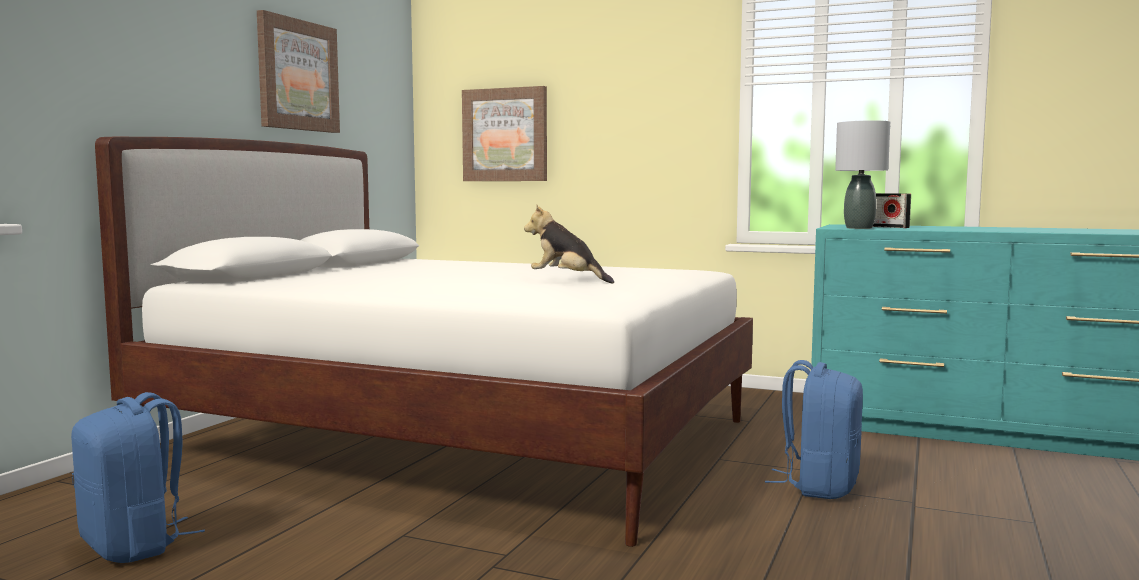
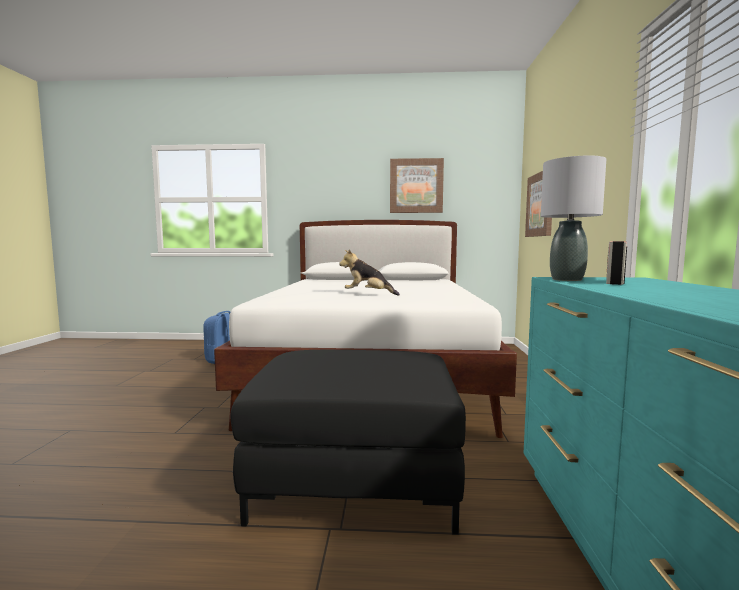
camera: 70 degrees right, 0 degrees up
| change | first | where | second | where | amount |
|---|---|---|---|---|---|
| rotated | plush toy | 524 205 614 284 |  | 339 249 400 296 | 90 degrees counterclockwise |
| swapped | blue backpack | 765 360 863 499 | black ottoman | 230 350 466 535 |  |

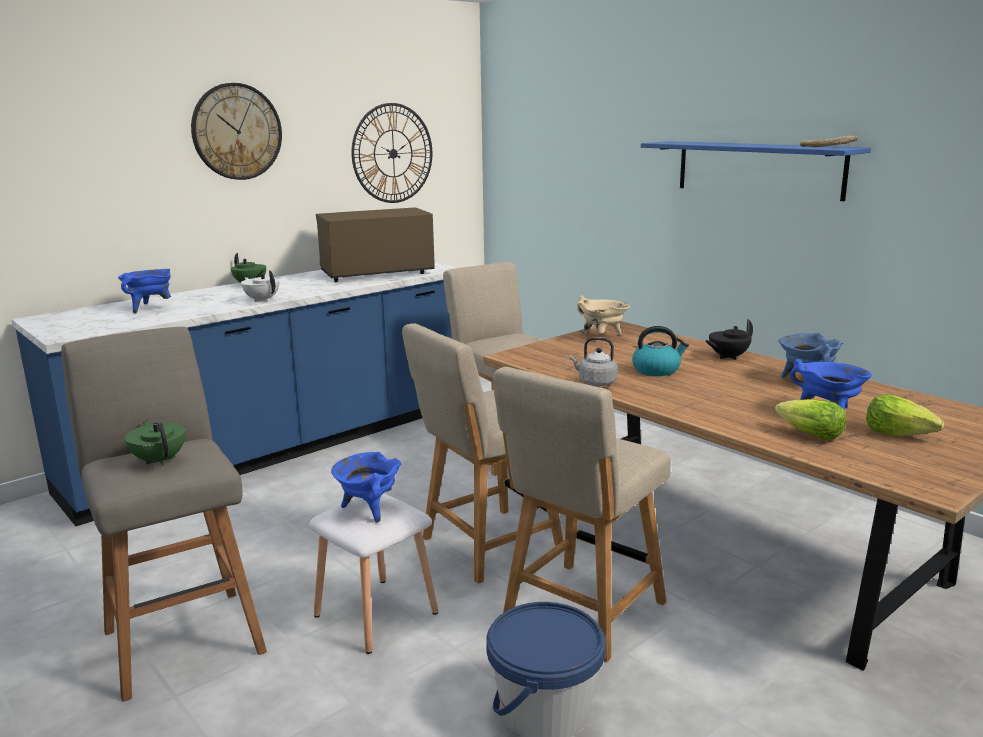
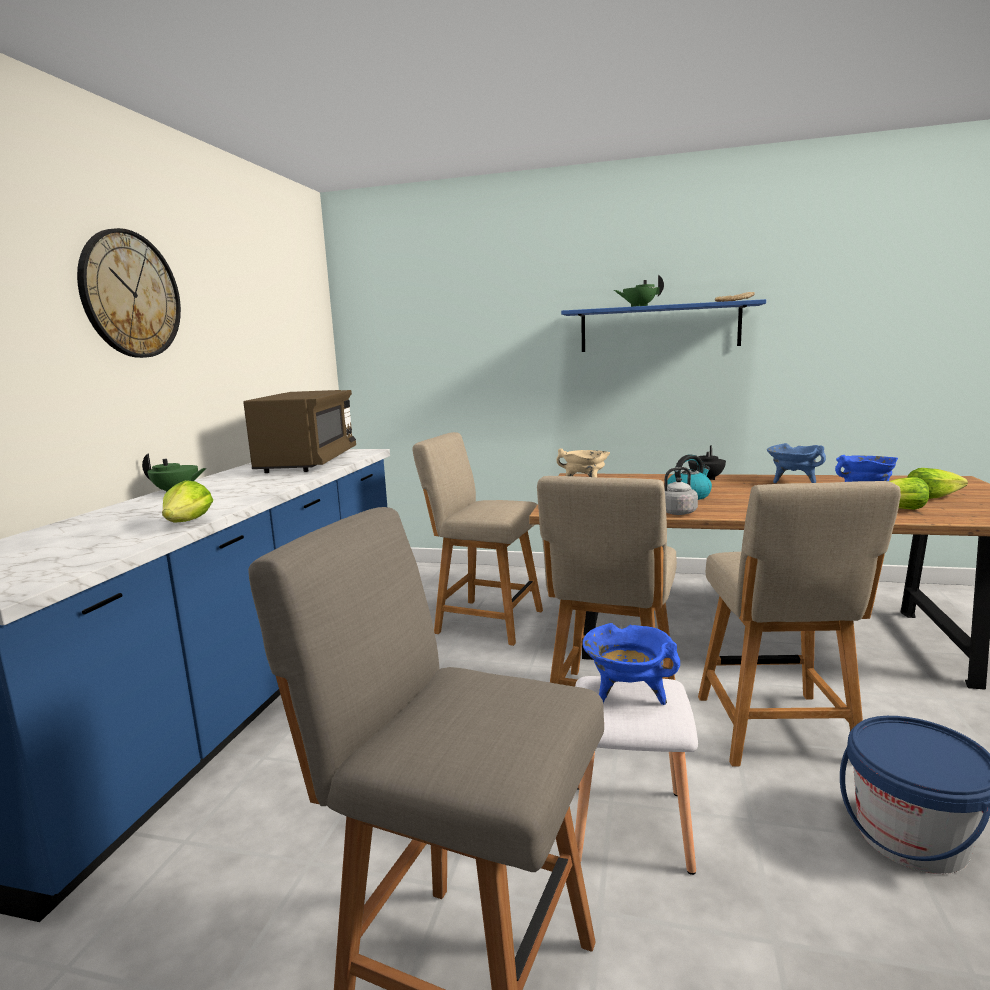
camera: 35 degrees left, 5 degrees down
| change | first | where | second | where | amount |
|---|---|---|---|---|---|
| gone | blue cooking pot | 118 269 171 313 |  |  |  |
| shifted | green teapot | 125 420 186 465 |  | 614 275 664 307 |  |
| gone | white teapot | 241 270 280 302 |  |  |  |
| rotated | brown microwave | 316 207 435 282 |  | 243 390 356 473 | 150 degrees clockwise |
| gone | wall clock | 351 103 432 203 |  |  |  |
| new |  |  | lettuce | 162 480 213 522 |  |

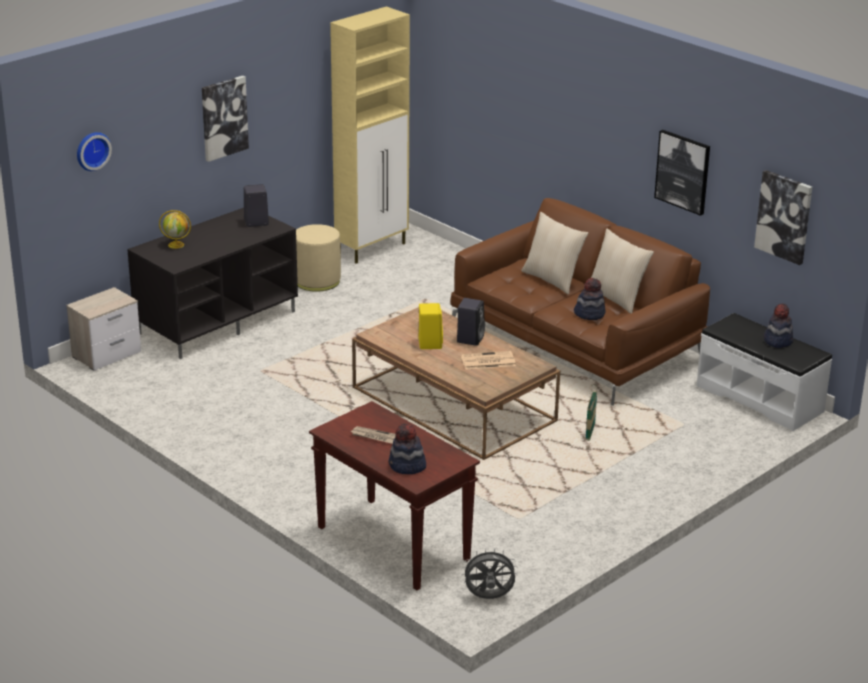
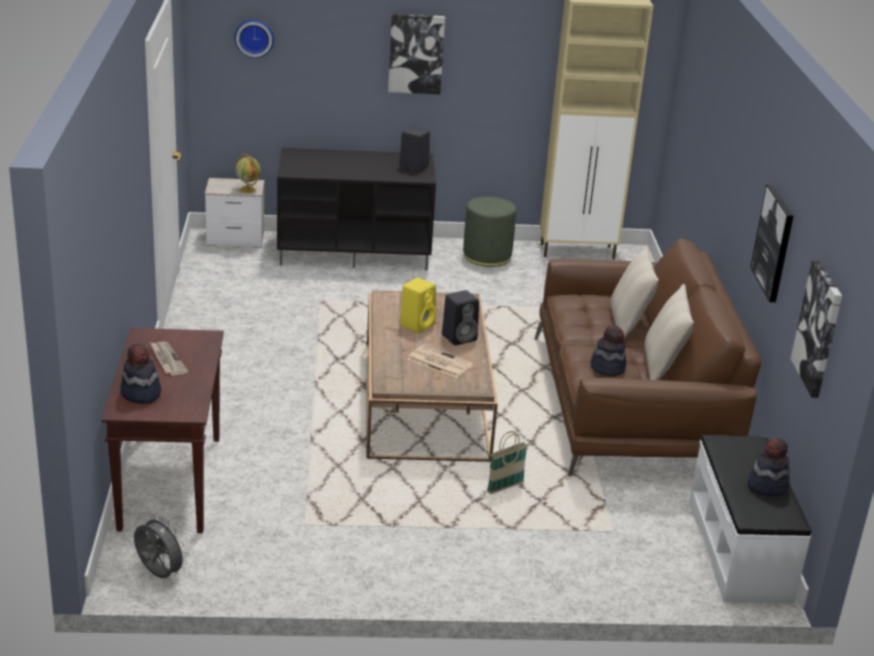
camera: 40 degrees right, 0 degrees up
| change | first | where | second | where | amount |
|---|---|---|---|---|---|
| shifted | globe | 159 210 191 249 |  | 235 154 261 193 |  |
| repainted | beige ottoman | 296 224 341 292 | green ottoman | 463 197 516 267 |  |

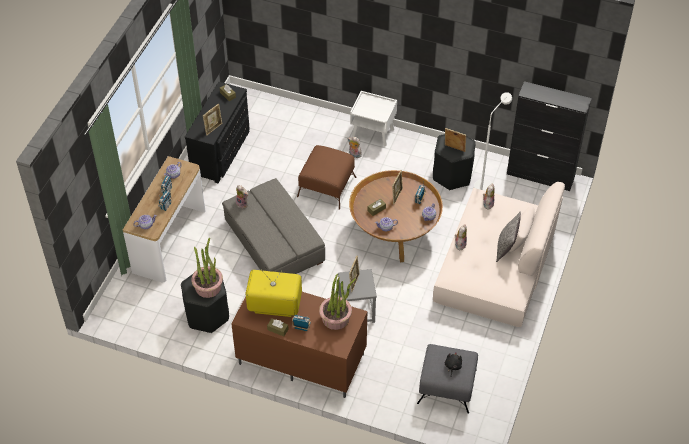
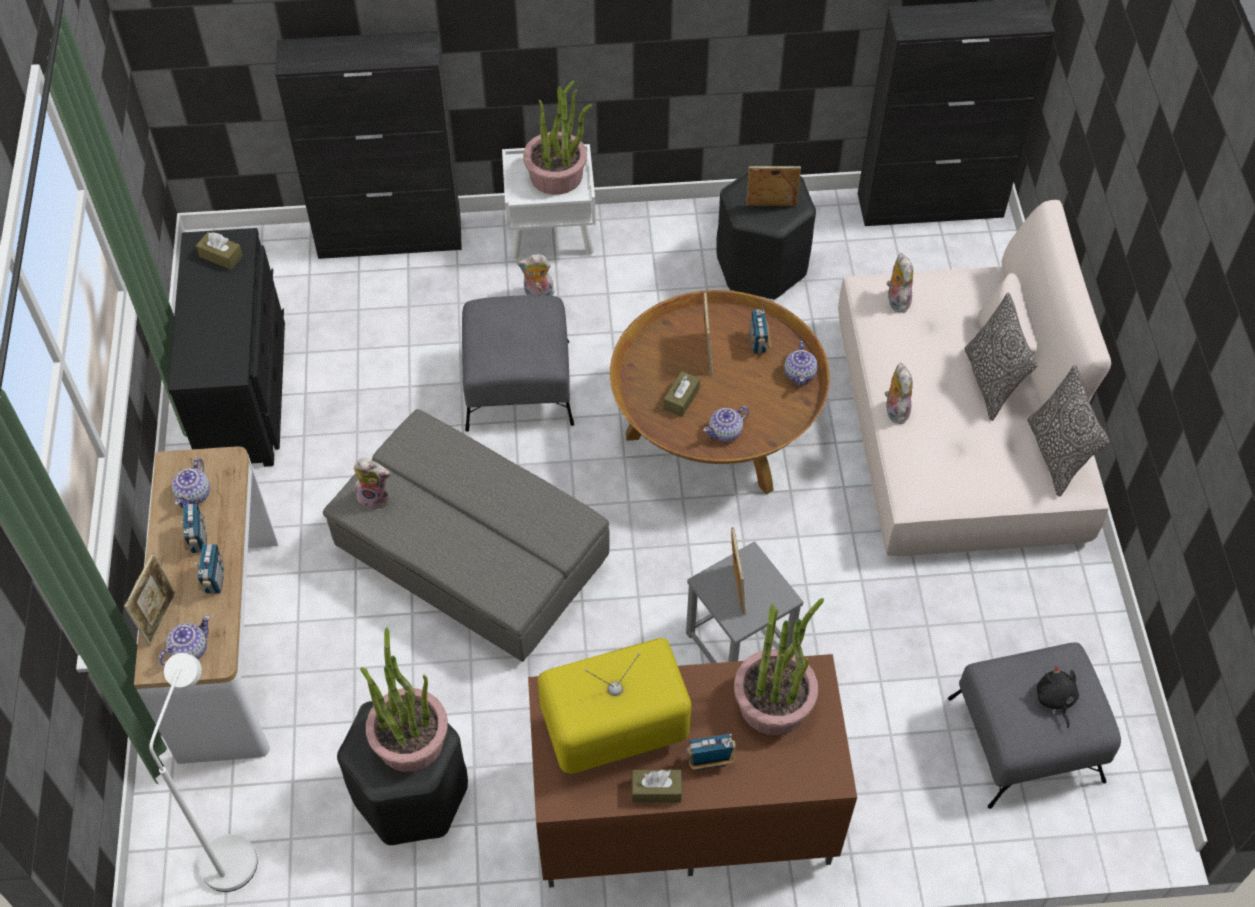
camera: 25 degrees left, 5 degrees up
| change | first | where | second | where | amount |
|---|---|---|---|---|---|
| shifted | picture frame | 203 103 222 135 |  | 124 553 176 646 |  |
| repainted | brown ottoman | 297 145 356 210 | grey ottoman | 462 295 574 432 |  |
| shifted | white floor lamp | 474 92 512 191 |  | 149 653 258 892 |  |
| new |  |  | black cabinet | 275 31 462 259 |  |
| new |  |  | potted plant | 523 81 592 195 |  |
| new |  |  | pillow | 1027 365 1109 497 |  |

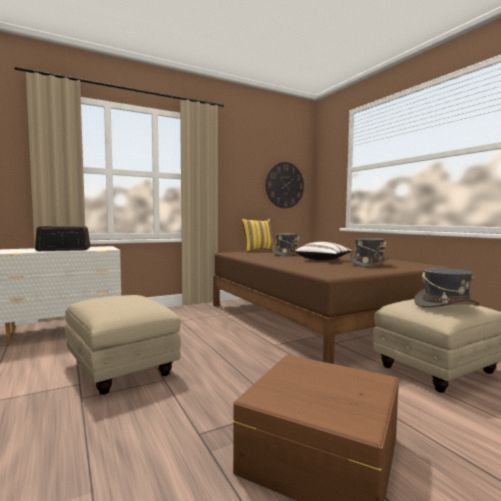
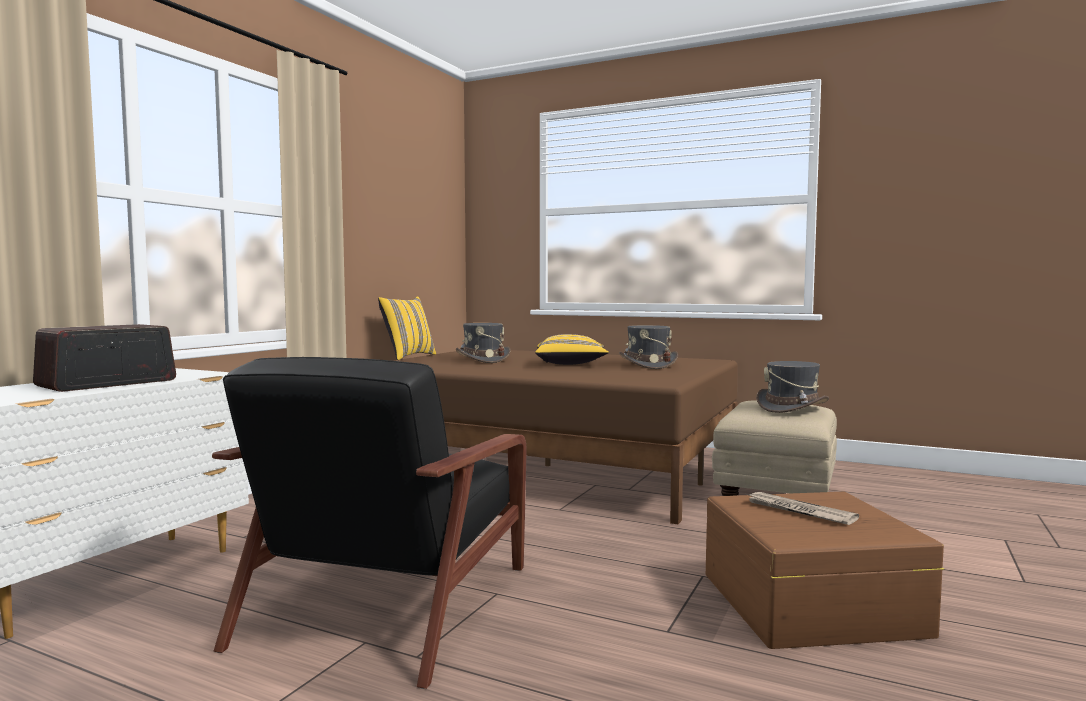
camera: 35 degrees left, 0 degrees up
| change | first | where | second | where | amount |
|---|---|---|---|---|---|
| swapped | beige ottoman | 65 295 181 395 | black armchair | 212 357 527 689 |  |
| gone | wall clock | 265 162 304 208 |  |  |  |
| repainted | white pillow | 295 242 352 260 | yellow pillow | 535 334 609 365 |  |
| new |  |  | newspaper | 746 492 859 525 |  |

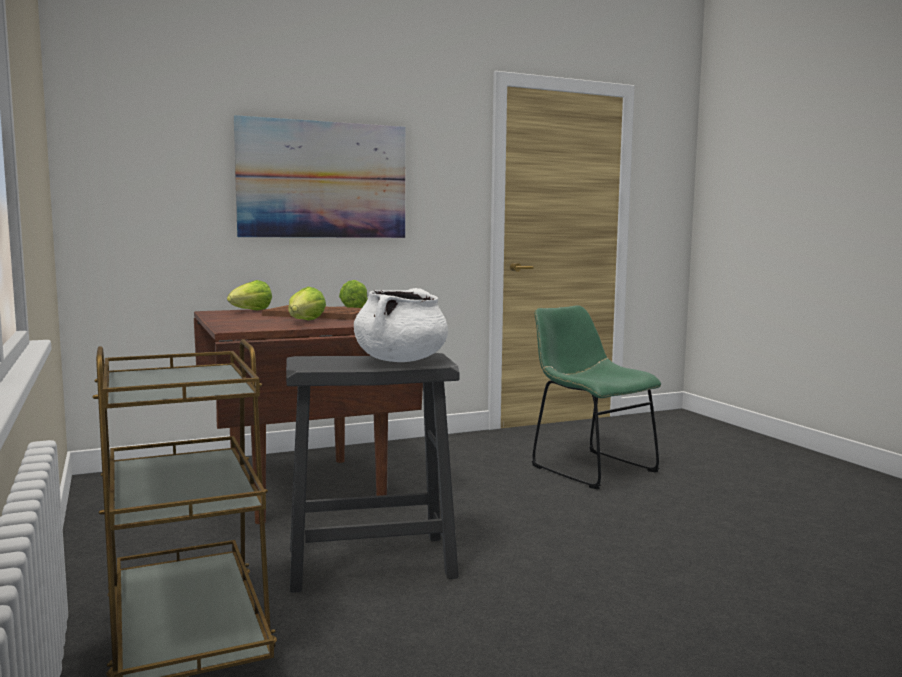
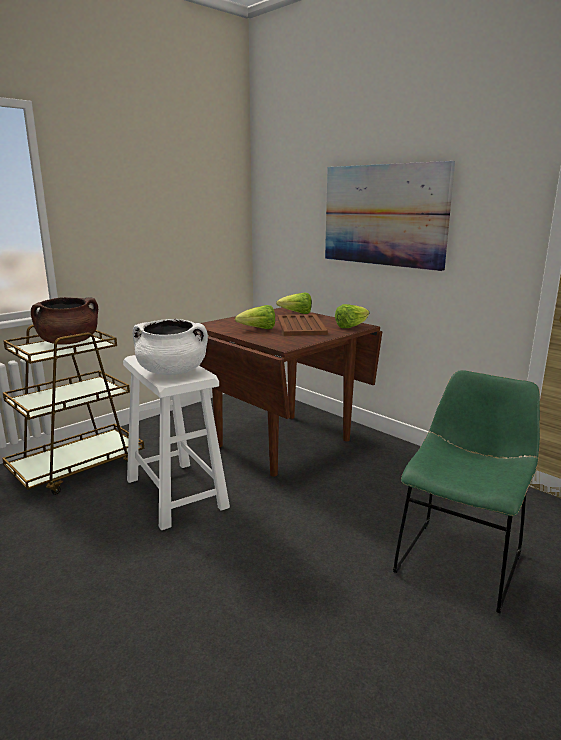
camera: 70 degrees right, 10 degrees up
| change | first | where | second | where | amount |
|---|---|---|---|---|---|
| repainted | black stool | 286 353 460 593 | white stool | 123 355 230 530 |  |
| new |  |  | brown cooking pot | 31 297 98 345 |  |

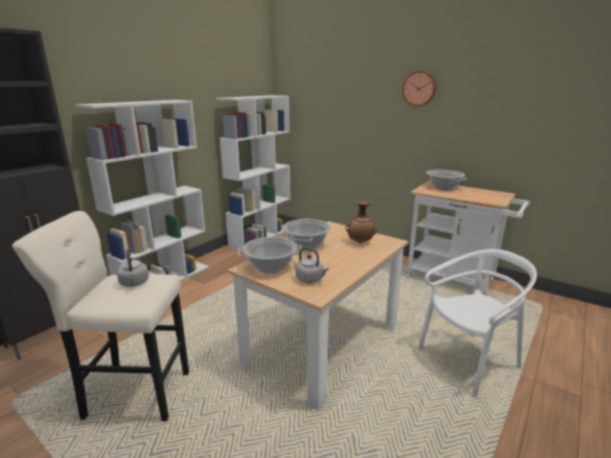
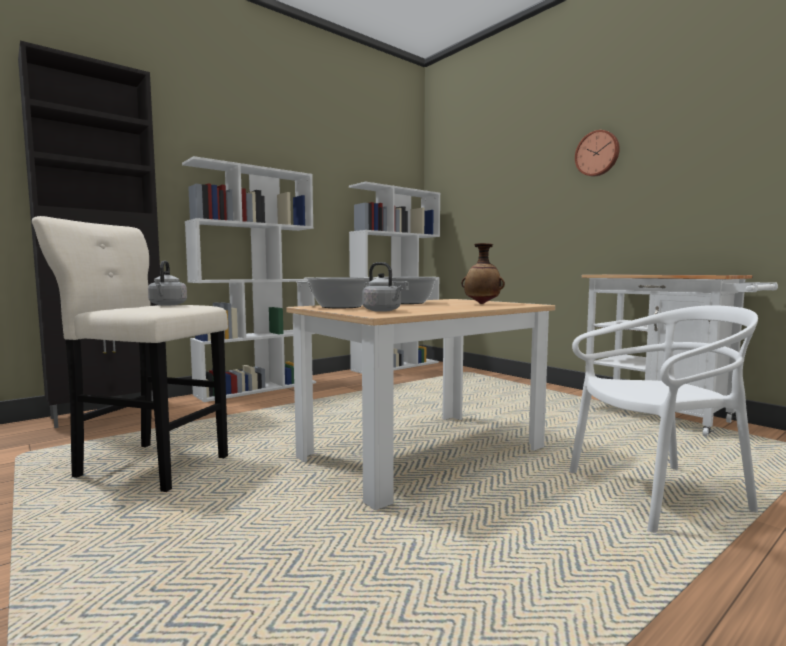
camera: 15 degrees right, 15 degrees down
| change | first | where | second | where | amount |
|---|---|---|---|---|---|
| gone | cooking pot | 425 170 467 190 |  |  |  |

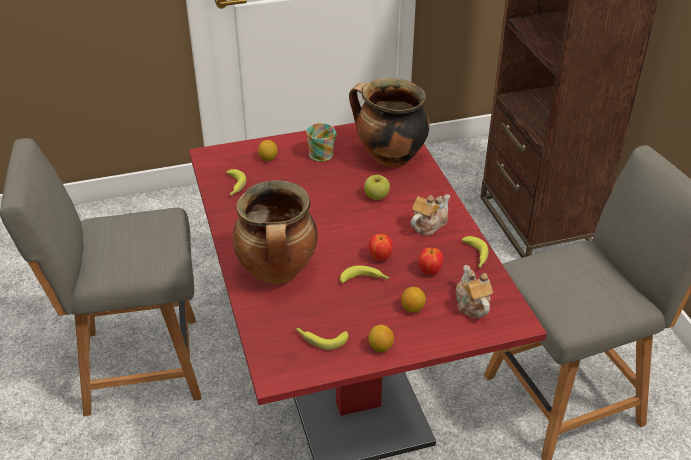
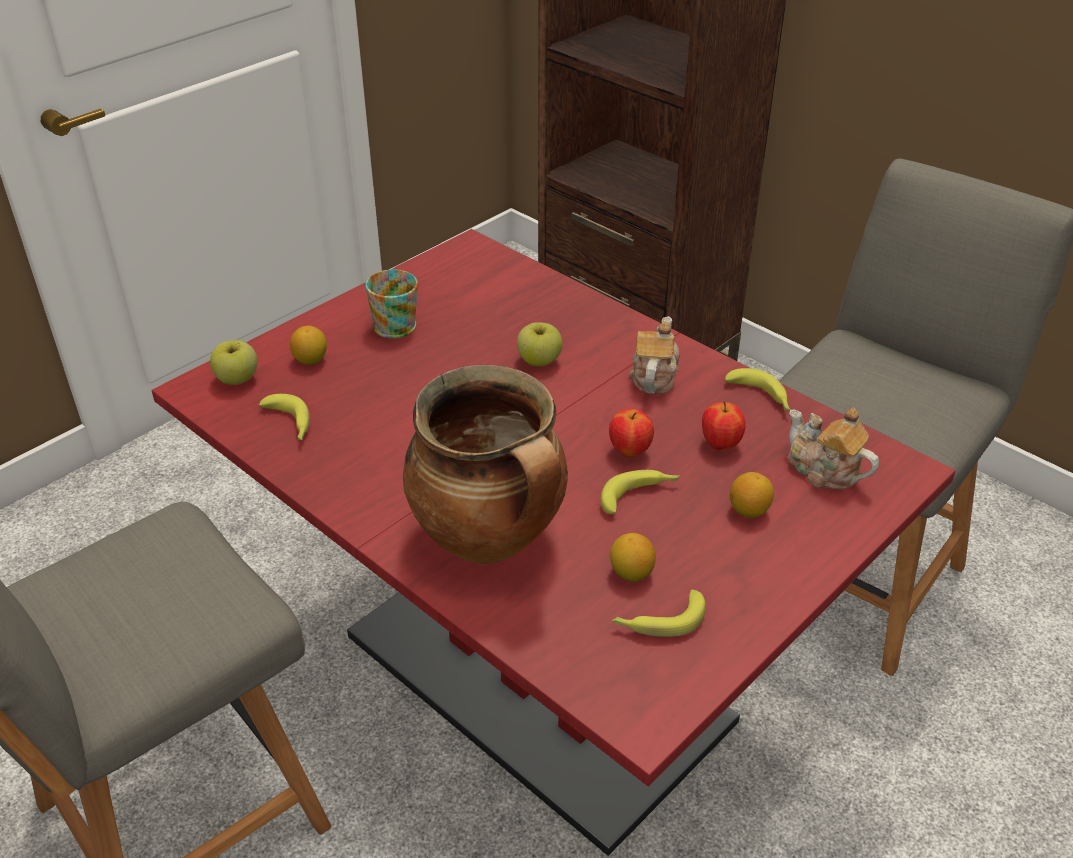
camera: 30 degrees left, 0 degrees up
| change | first | where | second | where | amount |
|---|---|---|---|---|---|
| gone | cooking pot | 349 78 430 167 |  |  |  |
| shifted | lemon | 369 325 394 352 |  | 610 533 656 582 |  |
| new |  |  | apple | 210 340 258 385 |  |

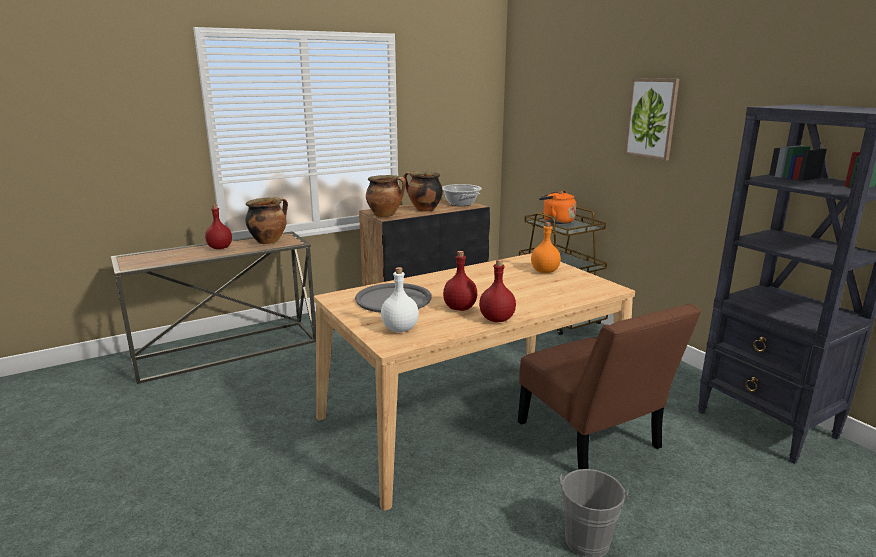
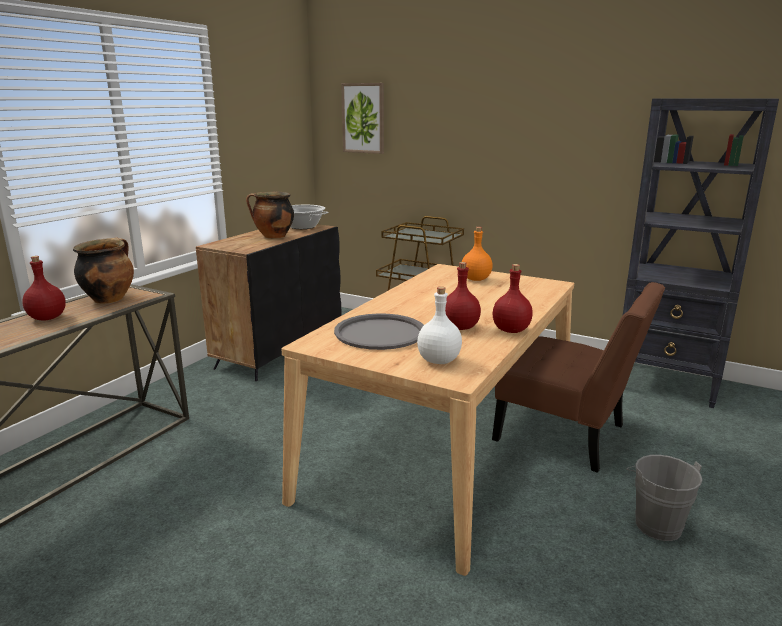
camera: 30 degrees left, 0 degrees up
| change | first | where | second | where | amount |
|---|---|---|---|---|---|
| gone | cooking pot | 366 175 406 217 |  |  |  |
| gone | orange kettle | 539 191 576 224 |  |  |  |
| shifted | picture | 624 78 679 161 |  | 341 83 384 154 |  |

